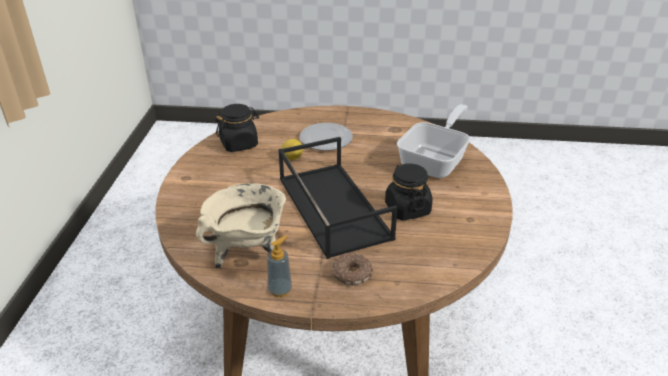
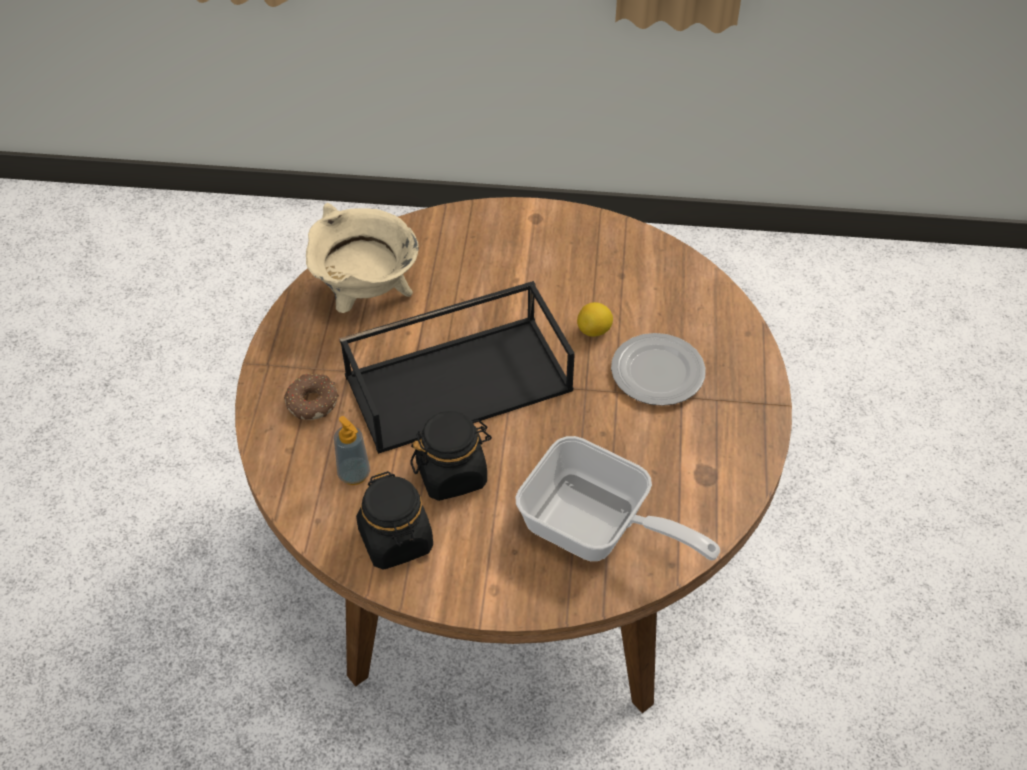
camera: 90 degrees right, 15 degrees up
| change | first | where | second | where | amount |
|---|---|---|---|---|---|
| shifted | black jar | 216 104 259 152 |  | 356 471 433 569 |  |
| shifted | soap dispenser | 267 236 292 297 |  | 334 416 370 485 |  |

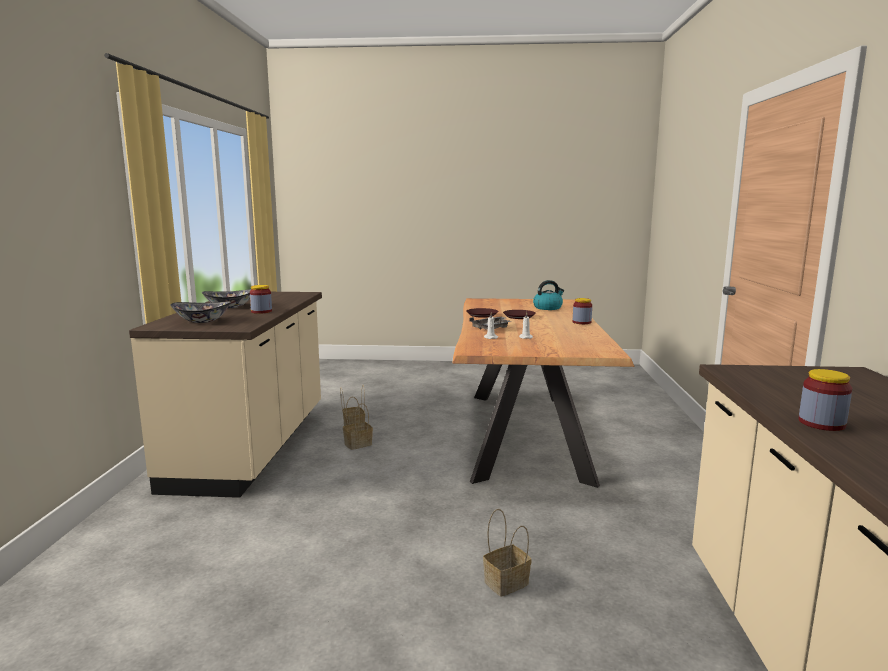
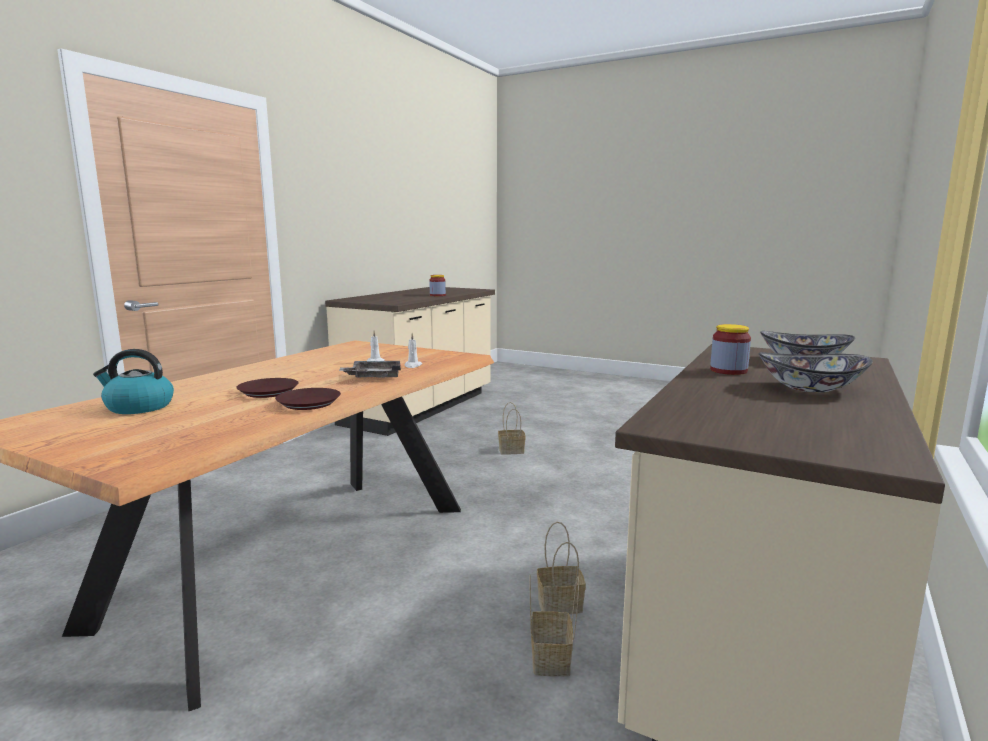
camera: 155 degrees left, 0 degrees up
| change | first | where | second | where | amount |
|---|---|---|---|---|---|
| gone | jar | 573 298 592 324 |  |  |  |

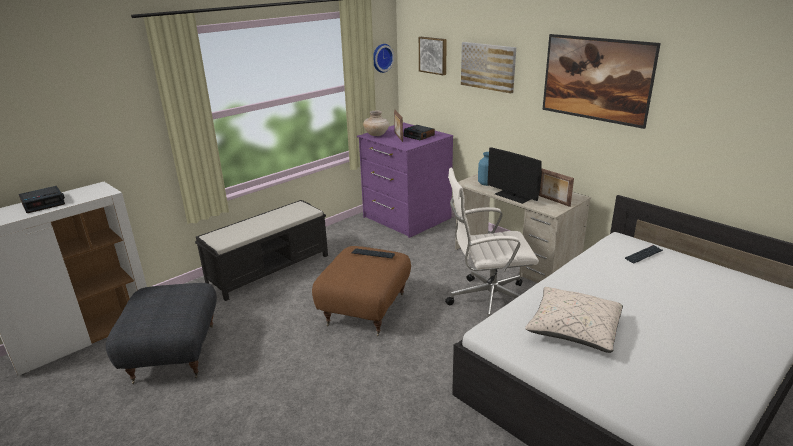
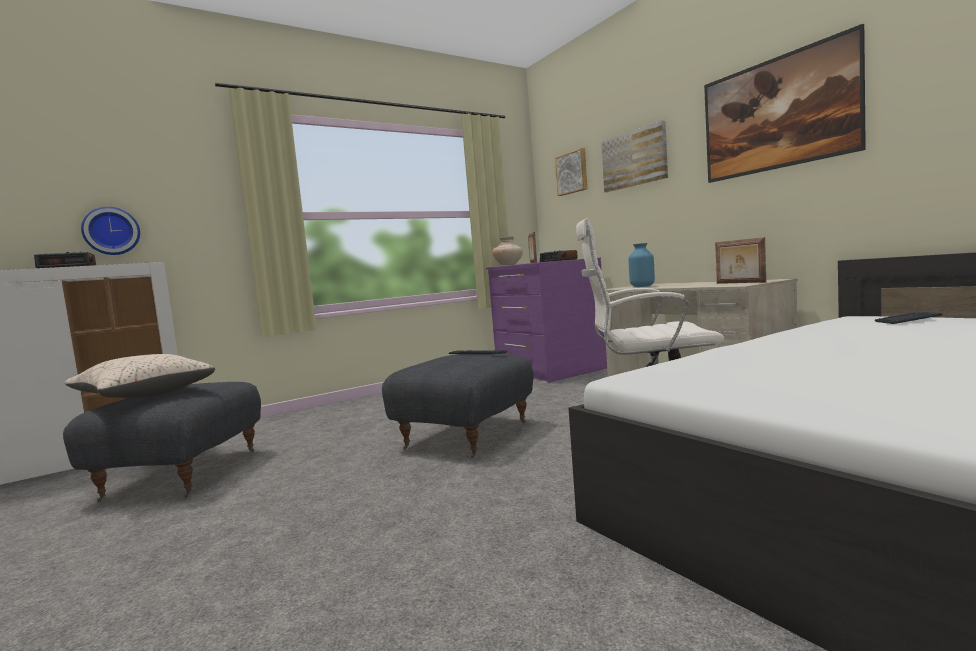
camera: 10 degrees right, 20 degrees down
| change | first | where | second | where | amount |
|---|---|---|---|---|---|
| gone | black bench | 195 200 328 301 |  |  |  |
| repainted | brown ottoman | 312 246 411 336 | grey ottoman | 382 354 534 458 |  |
| shifted | wall clock | 373 44 394 73 |  | 81 207 140 255 |  |
| gone | monitor | 487 147 542 204 |  |  |  |
| shifted | beige pillow | 525 287 623 353 |  | 64 354 215 398 |  |

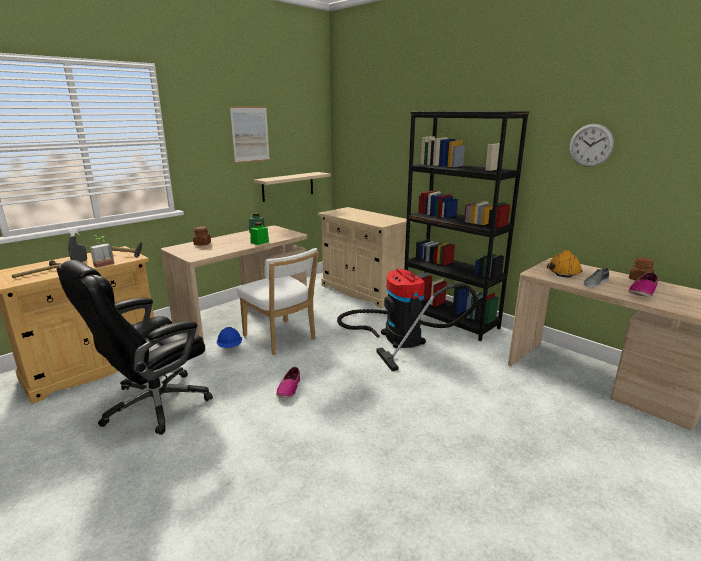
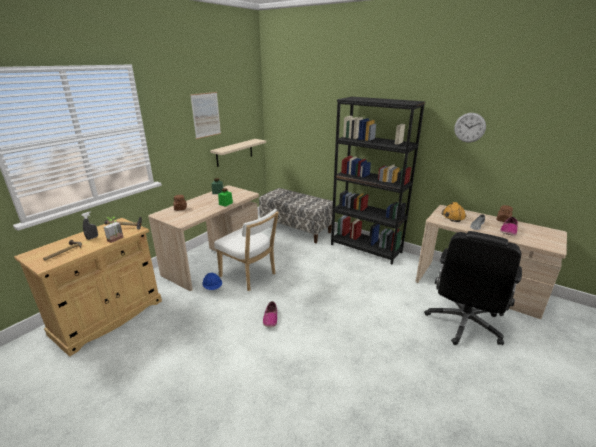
camera: 10 degrees left, 5 degrees up
| change | first | where | second | where | amount |
|---|---|---|---|---|---|
| shifted | black office chair | 56 260 213 435 |  | 424 231 522 345 |  |
| swapped | beige cabinet | 318 207 412 308 | bench | 259 188 333 243 |  |
| gone | vacuum cleaner | 337 269 478 371 |  |  |  |

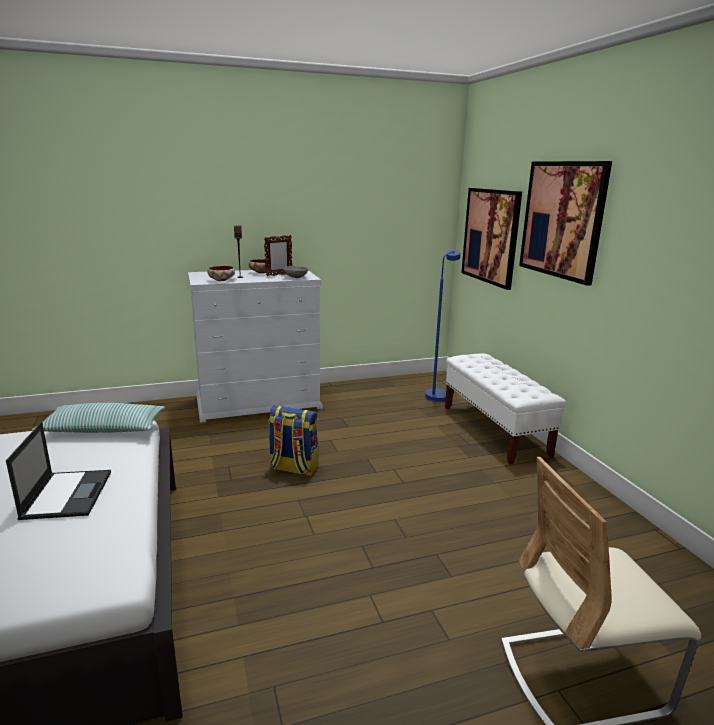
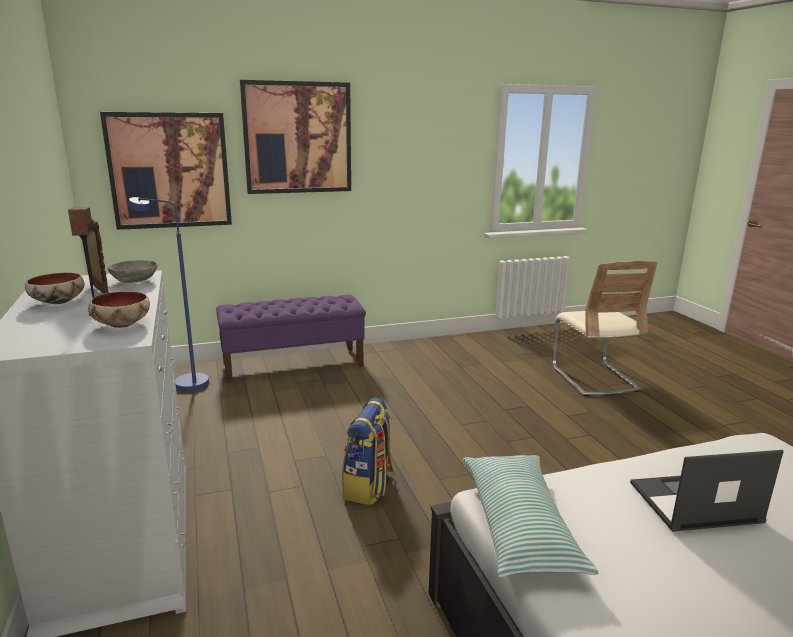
camera: 90 degrees left, 0 degrees up
| change | first | where | second | where | amount |
|---|---|---|---|---|---|
| repainted | white bench | 445 353 566 465 | purple bench | 216 294 366 383 |  |

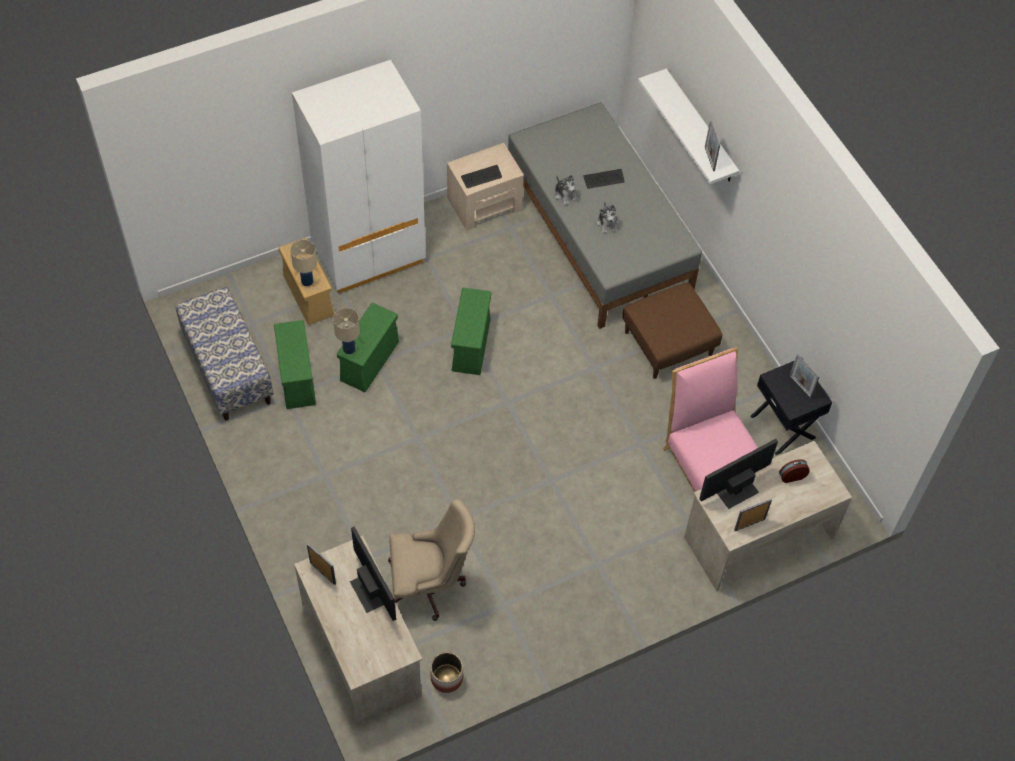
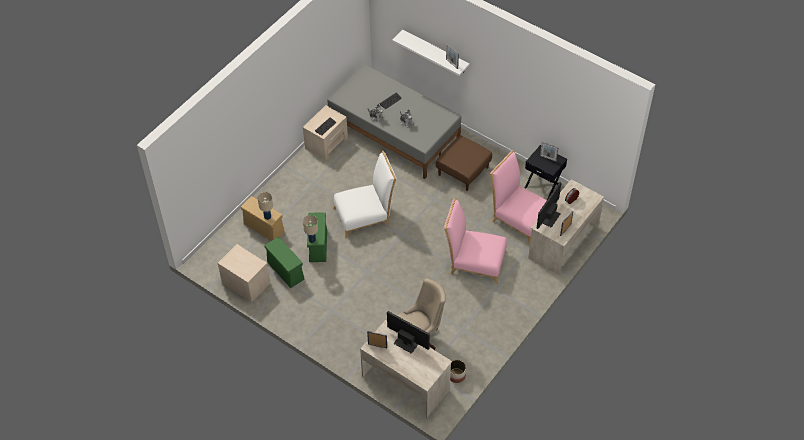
camera: 25 degrees left, 5 degrees down
| change | first | where | second | where | amount |
|---|---|---|---|---|---|
| swapped | bench | 176 287 274 421 | beige nightstand | 218 244 270 302 |  |
| gone | white wardrobe | 292 60 426 293 |  |  |  |
| swapped | green storage box | 451 288 491 375 | white chair | 333 151 397 238 |  |
| new |  |  | pink chair | 444 197 507 284 |  |

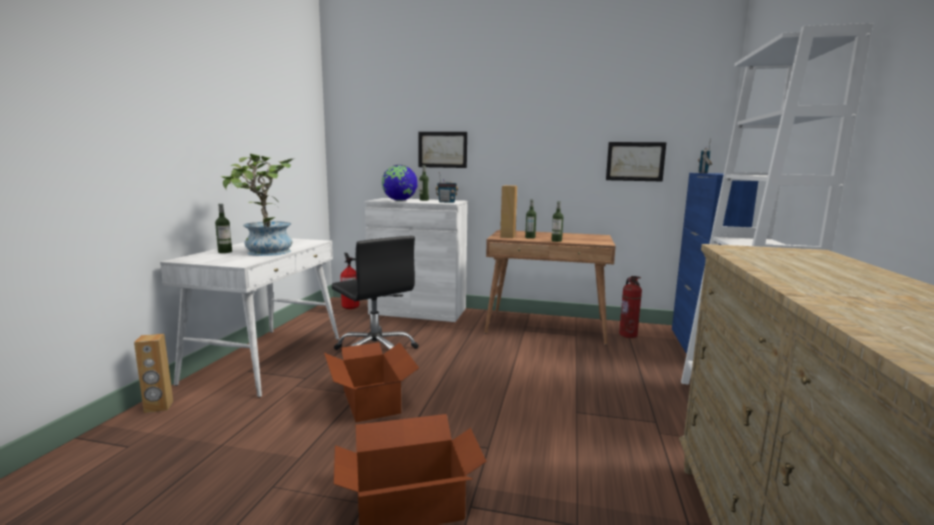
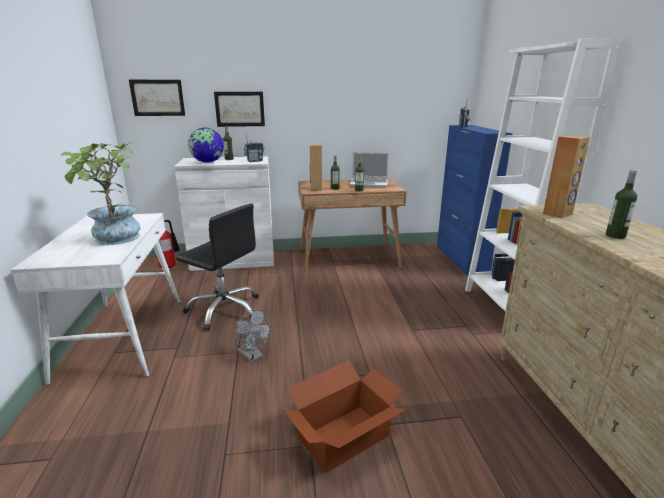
camera: 20 degrees left, 10 degrees up
| change | first | where | second | where | amount |
|---|---|---|---|---|---|
| shifted | brown speaker | 134 334 173 413 |  | 543 135 590 218 |  |
| shifted | bottle | 215 204 232 253 |  | 606 170 637 239 |  |
| swapped | cardboard box | 324 343 419 422 | grey fan | 234 309 271 362 |  |
| shifted | picture | 606 142 667 182 |  | 129 80 185 116 |  |
| gone | fire extinguisher | 619 276 642 338 |  |  |  |
| new |  |  | laptop | 350 152 389 188 |  |

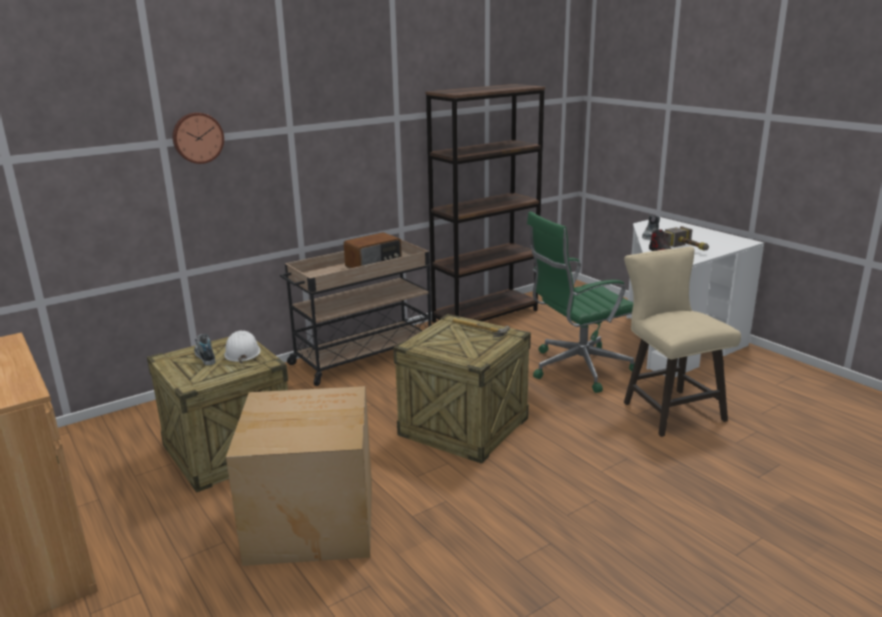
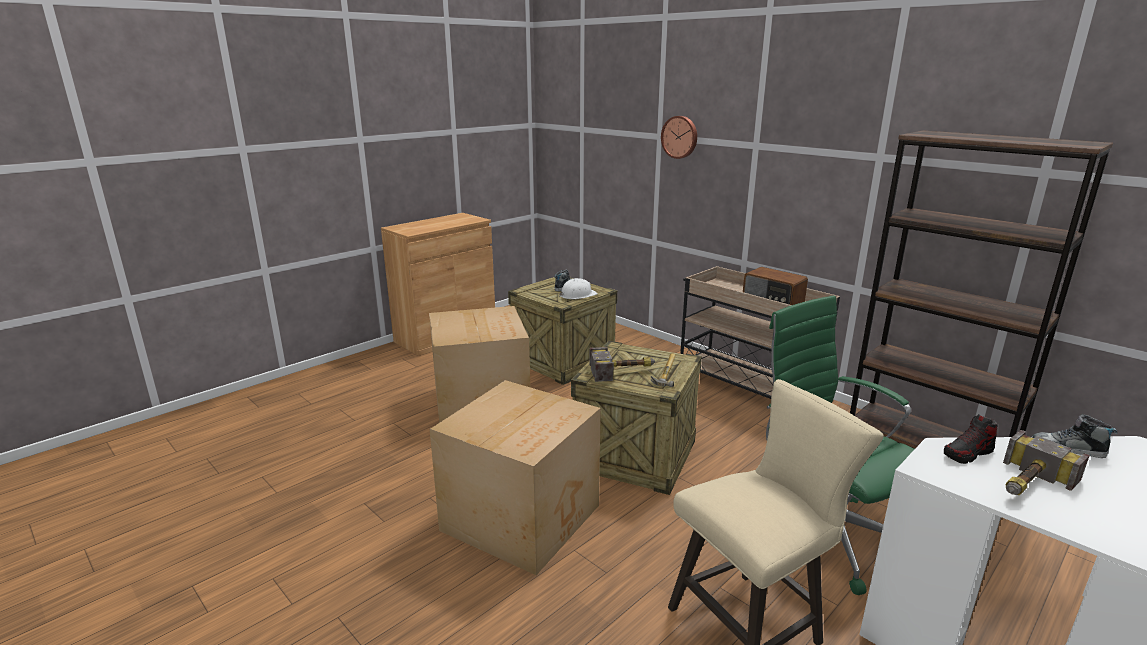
camera: 80 degrees right, 0 degrees up
| change | first | where | second | where | amount |
|---|---|---|---|---|---|
| new |  |  | cardboard box | 430 380 601 575 |  |
| new |  |  | hammer | 589 347 655 382 |  |

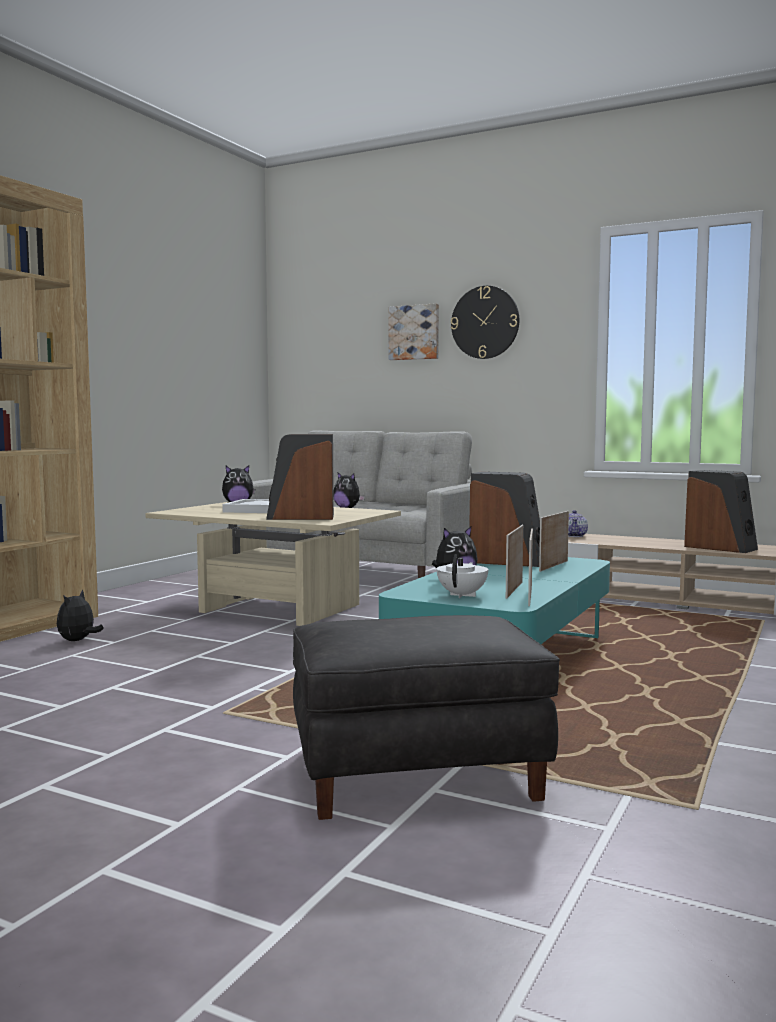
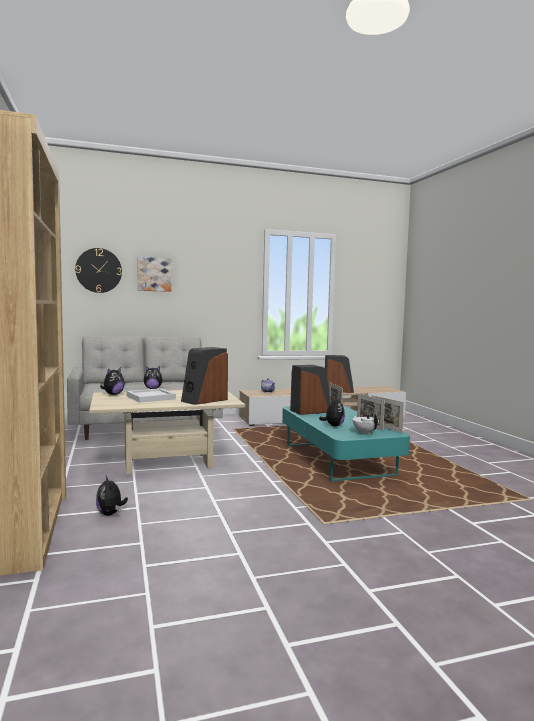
camera: 45 degrees left, 0 degrees up
| change | first | where | second | where | amount |
|---|---|---|---|---|---|
| gone | black ottoman | 293 615 560 820 |  |  |  |
| shifted | wall clock | 451 286 519 359 |  | 75 248 122 293 |  |

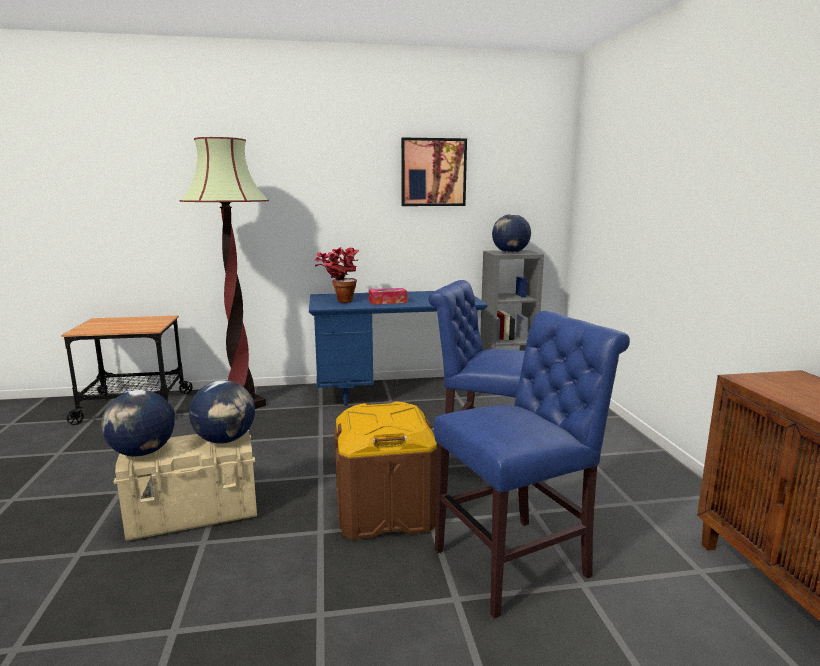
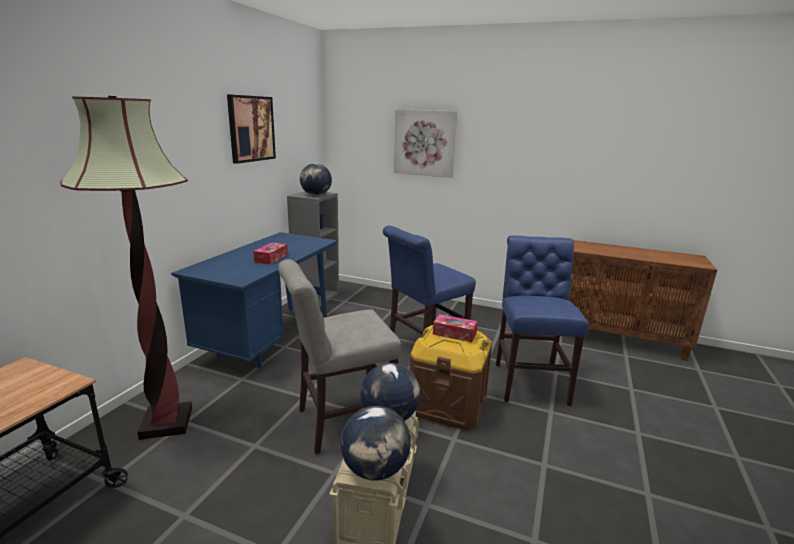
camera: 60 degrees left, 5 degrees up
| change | first | where | second | where | amount |
|---|---|---|---|---|---|
| gone | potted plant | 315 247 359 303 |  |  |  |
| new |  |  | grey chair | 278 259 401 454 |  |
| new |  |  | picture | 394 109 457 178 |  |
| new |  |  | tissue box | 433 314 478 343 |  |

